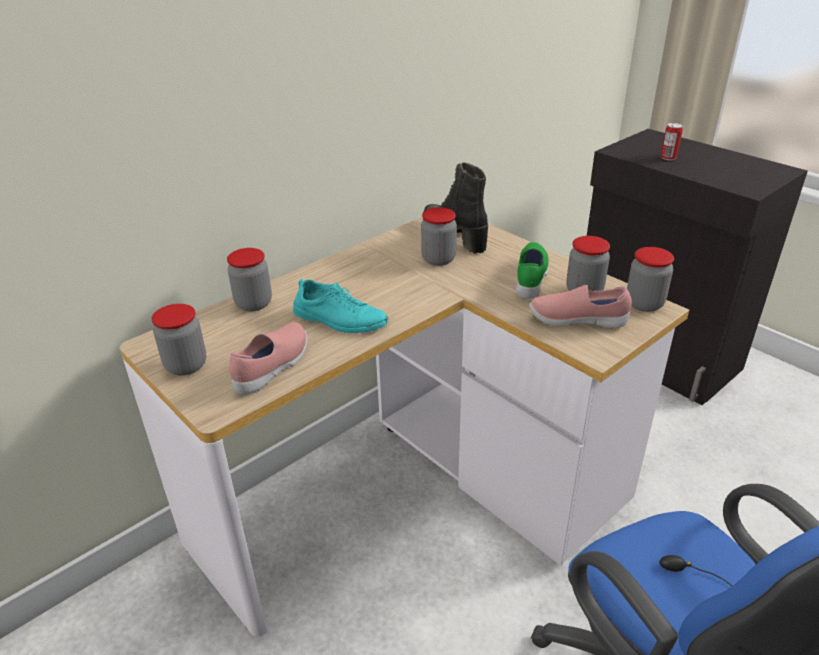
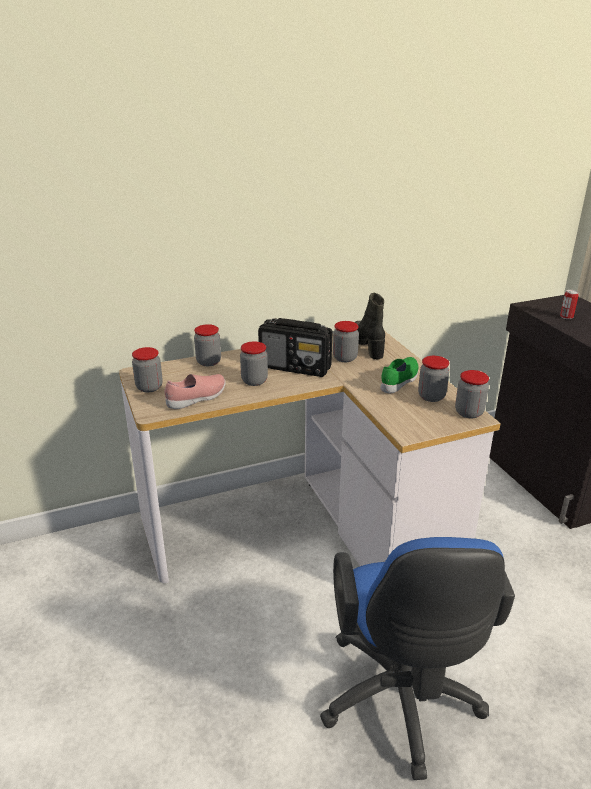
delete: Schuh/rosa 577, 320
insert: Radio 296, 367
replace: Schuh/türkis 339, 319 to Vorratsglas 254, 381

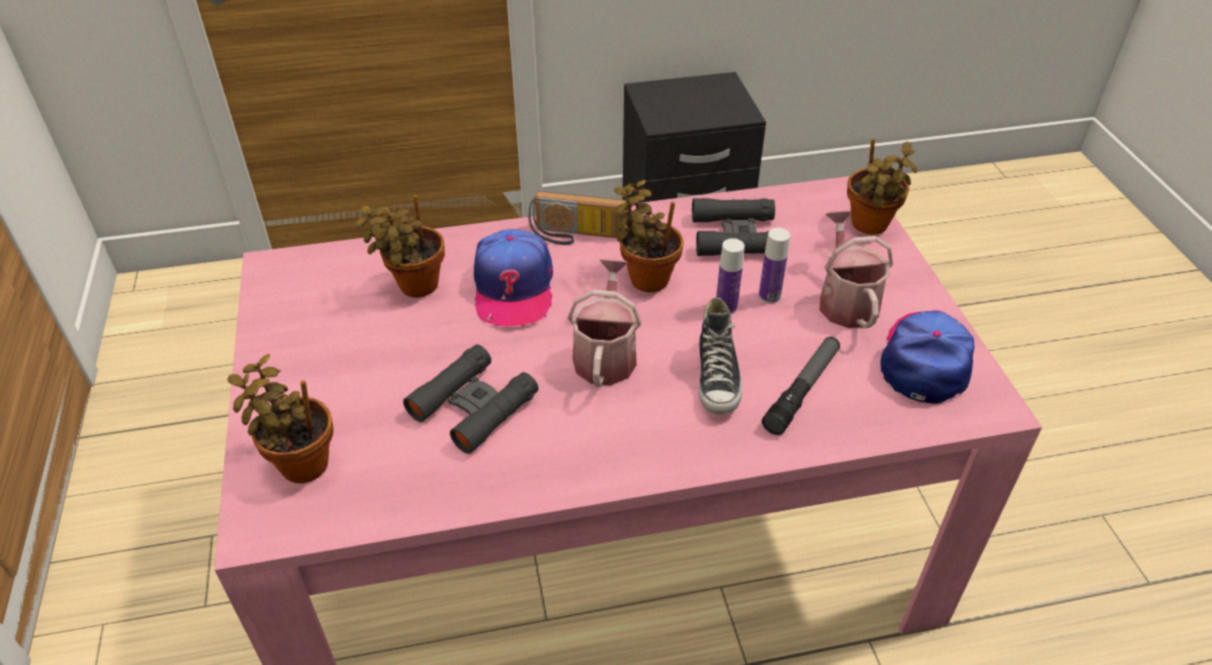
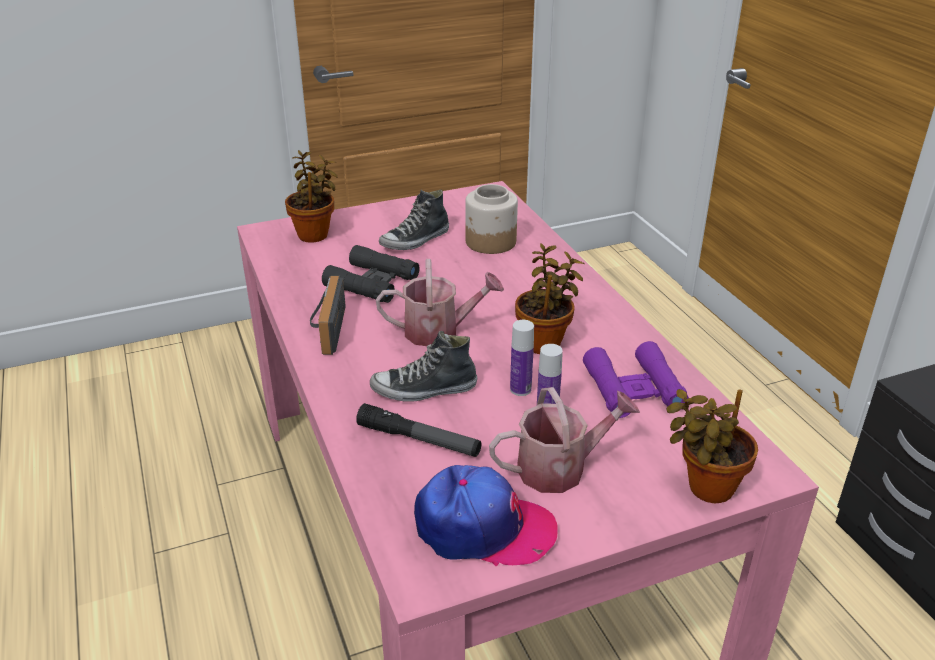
delete: Kappe 513, 288
insert: Schuh 415, 240
move: Radio 576, 236 to 325, 328
replace: Topfpflanze 414, 286 to Vorratsglas 490, 242
recolor: Fernglas/schwarz 734, 236 to Fernglas/lila 633, 389

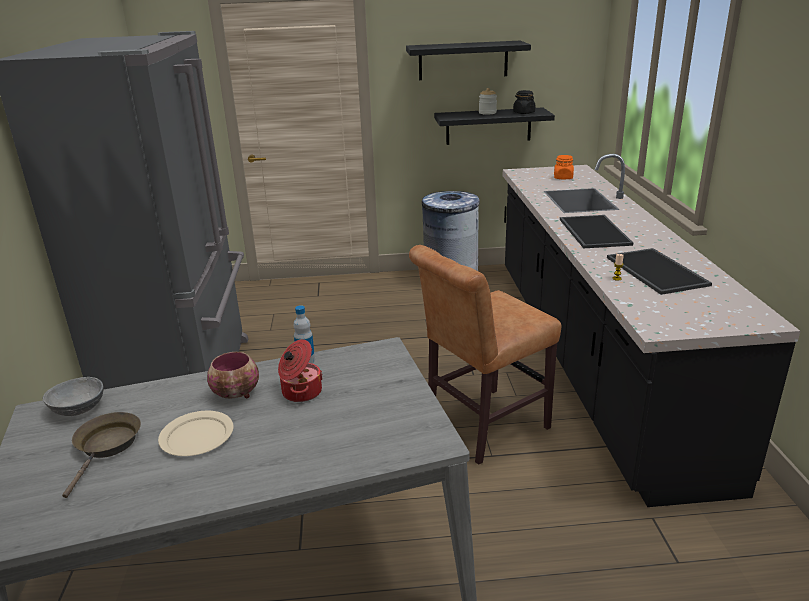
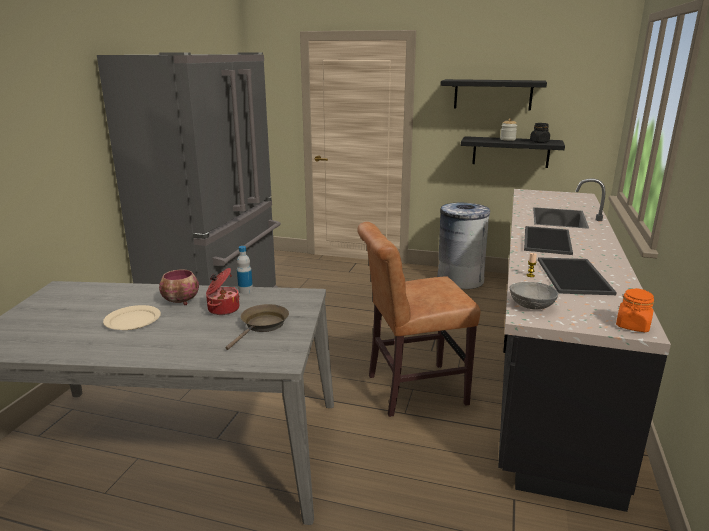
move: Pfanne/braun 107, 446 to 262, 326; Schüssel/grau 78, 408 to 532, 305; Vorratsglas/orange 563, 178 to 632, 326

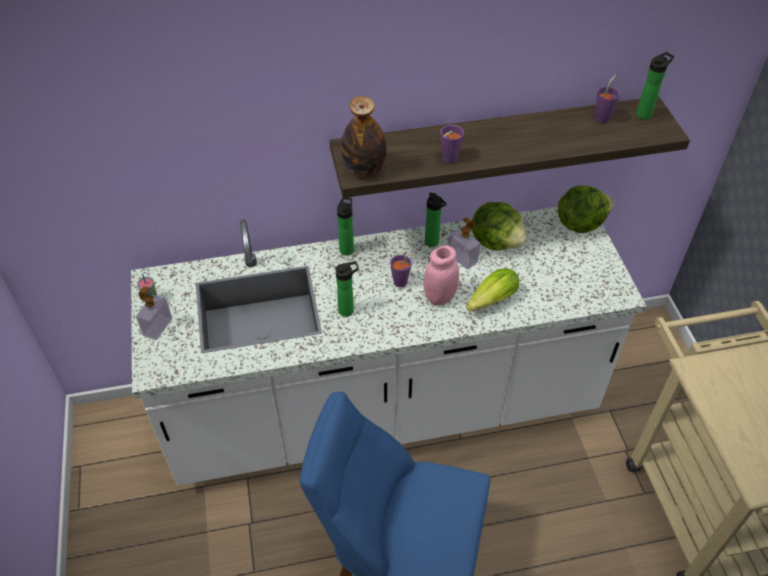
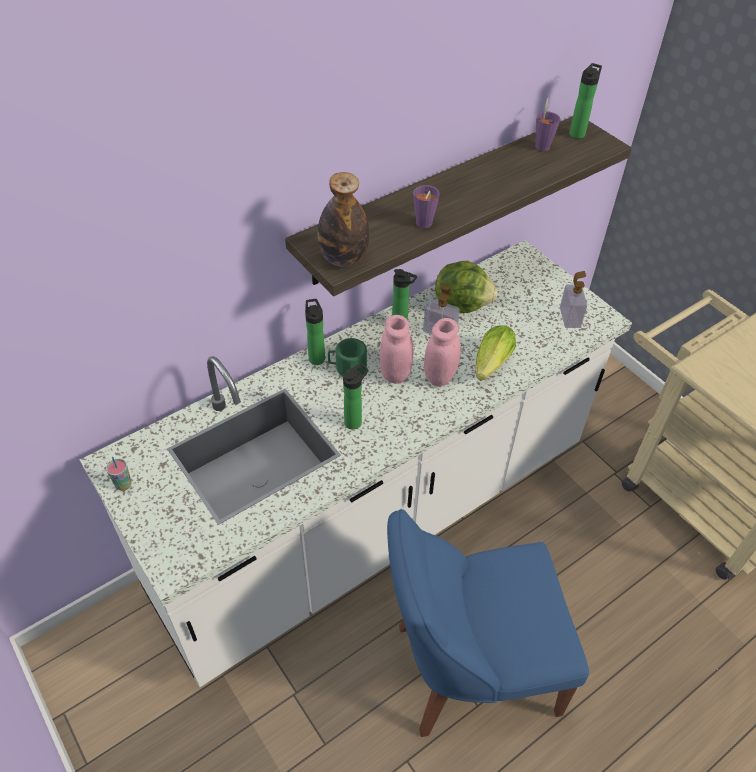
delete: Salatkopf 580, 223
insert: Henkelbecher/grün 347, 367
move: Seifenspender 158, 327 to 569, 317
replace: Tasse/lila 403, 282 to Vorratsglas/rosa 395, 373

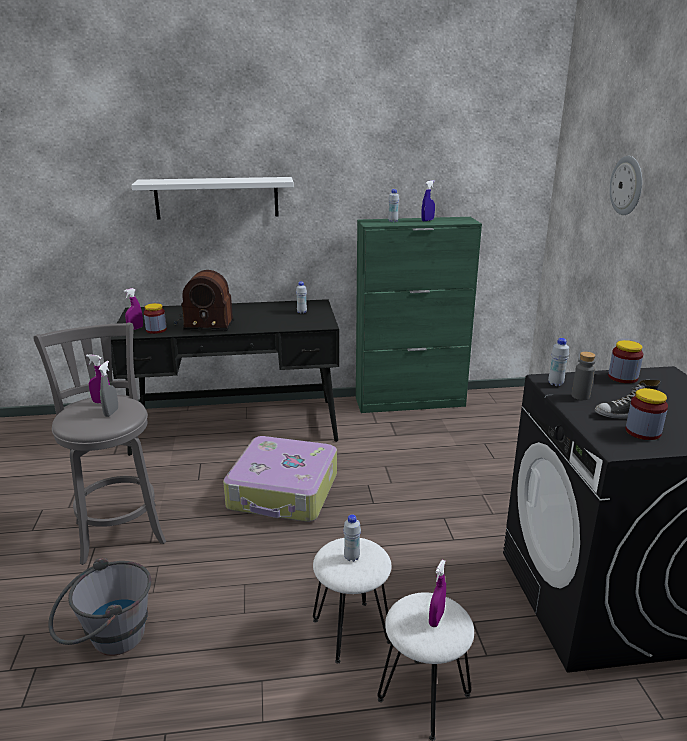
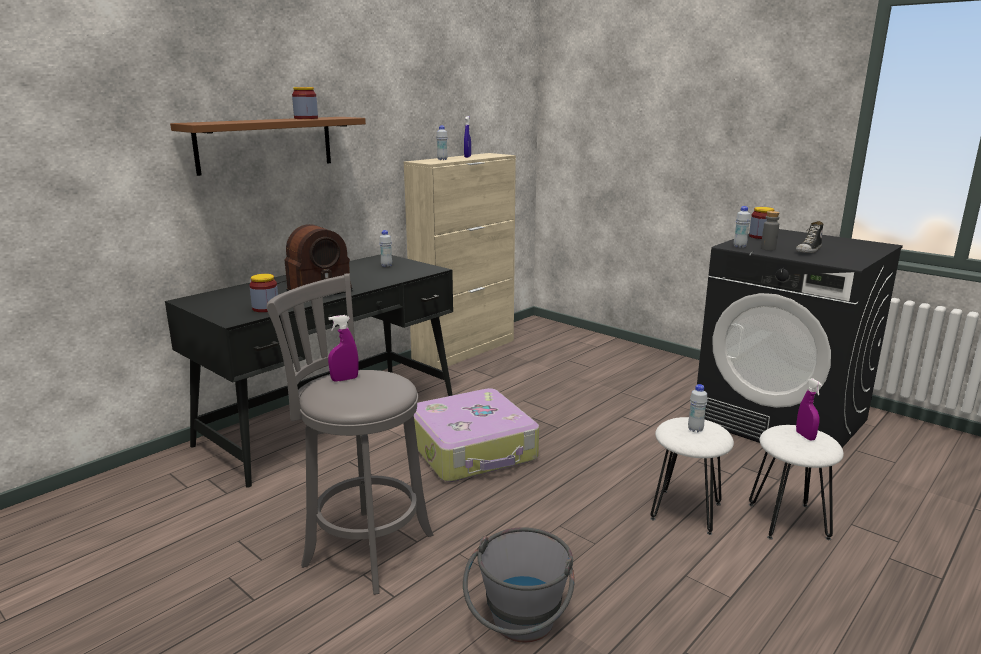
delete: Sprühflasche/grau 111, 412; Sprühflasche/lila 135, 328; Wanduhr 627, 185
move: Vorratsglas 643, 432 to 306, 118
recolor: Wandregal/weiß 217, 198 to Wandregal/braun 265, 144; Schrank/grün 410, 402 to Schrank/beige 465, 350

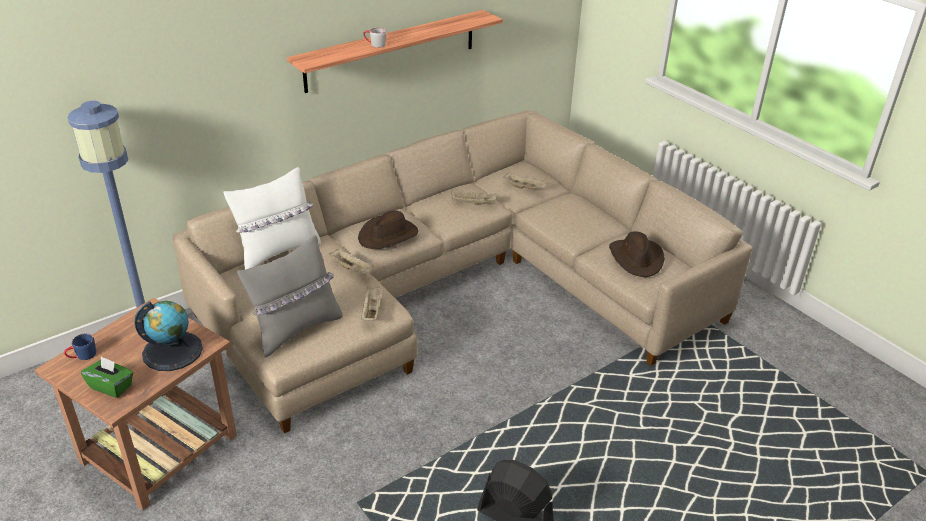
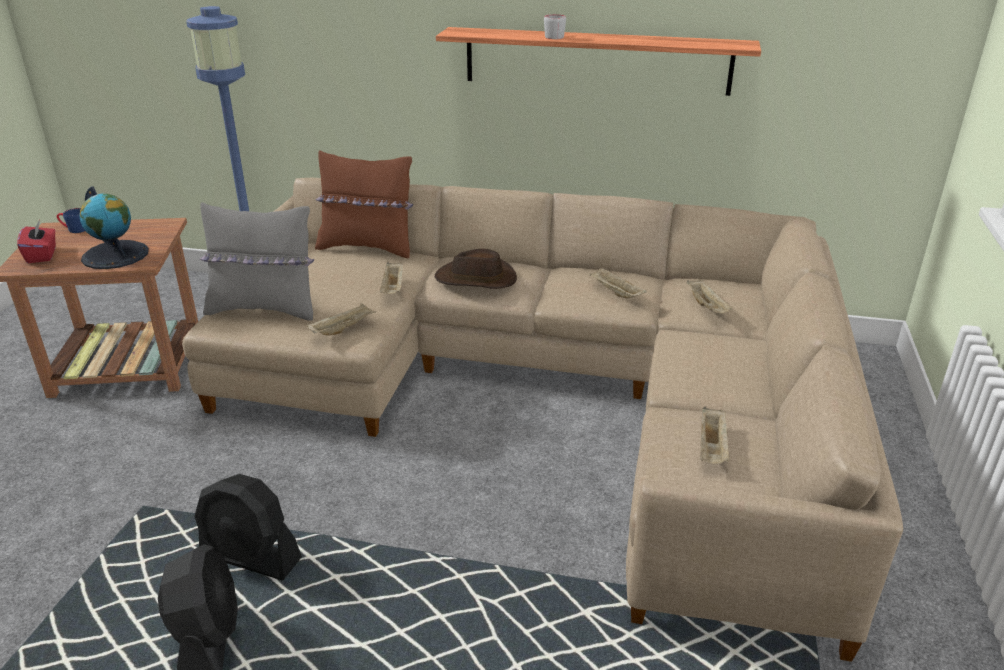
insert: Ventilator/schwarz 251, 557
replace: Hut/braun 636, 258 to Tablett/beige 712, 448
recolor: Taschentuchbox/grün 111, 386 to Taschentuchbox/rot 42, 255; Kissen/weiß 278, 252 to Kissen/braun 367, 247

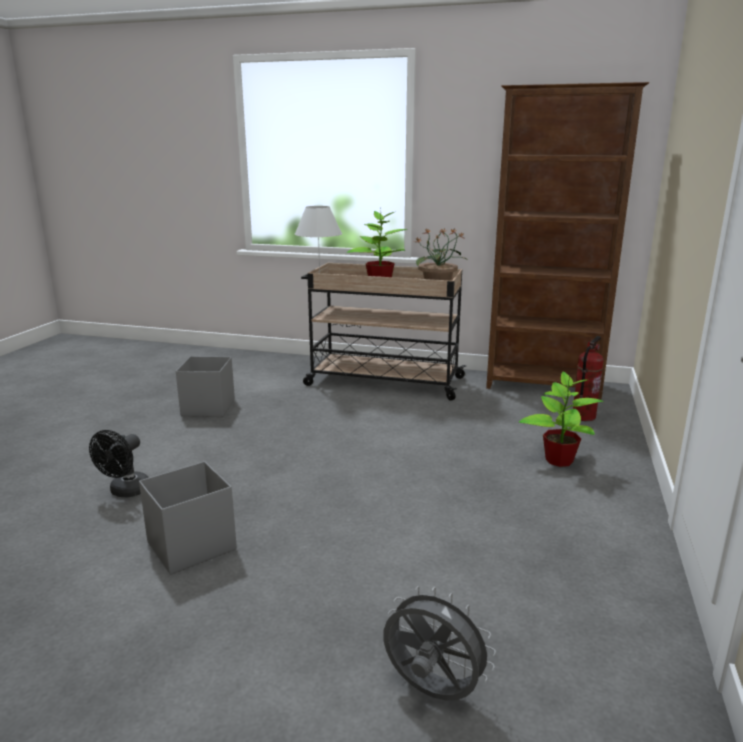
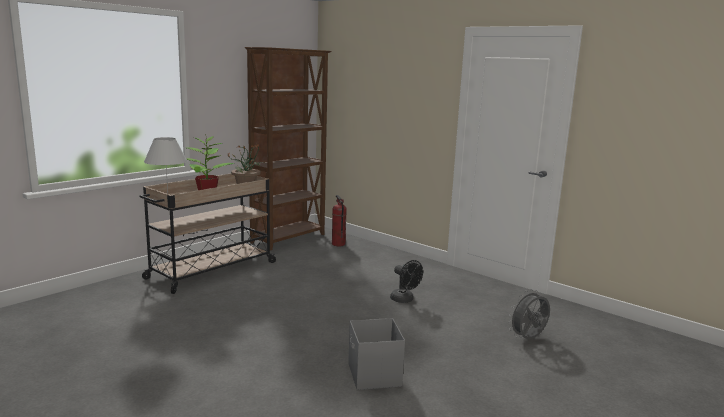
delete: Aufbewahrungsbox/grau 207, 408; Topfpflanze 558, 460
move: Ventilator/schwarz 126, 492 to 404, 300

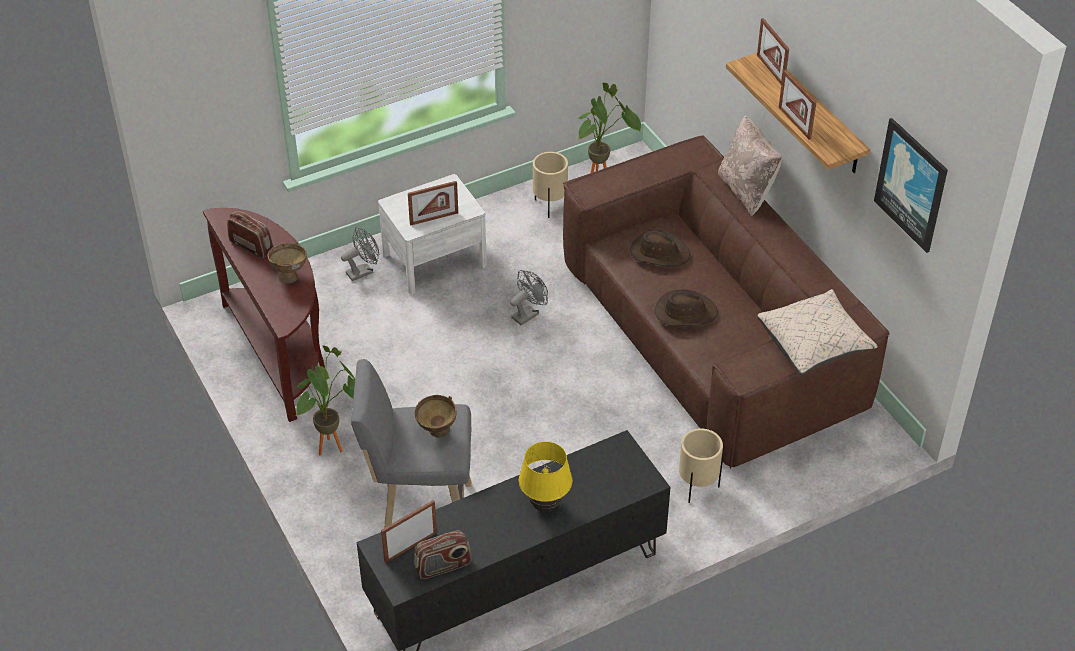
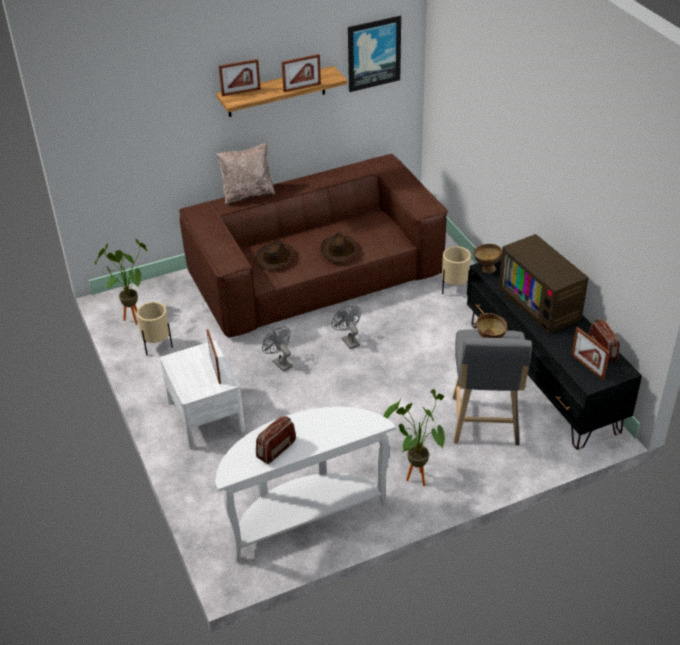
delete: Kissen/beige 814, 344
move: Ventilator/grau 363, 271 to 348, 340; Schüssel/braun 290, 275 to 485, 269
replace: Tischlampe/gelb 545, 506 to Fernseher 542, 303
recolor: Konsolentisch/braun 280, 353 to Konsolentisch/weiß 304, 516

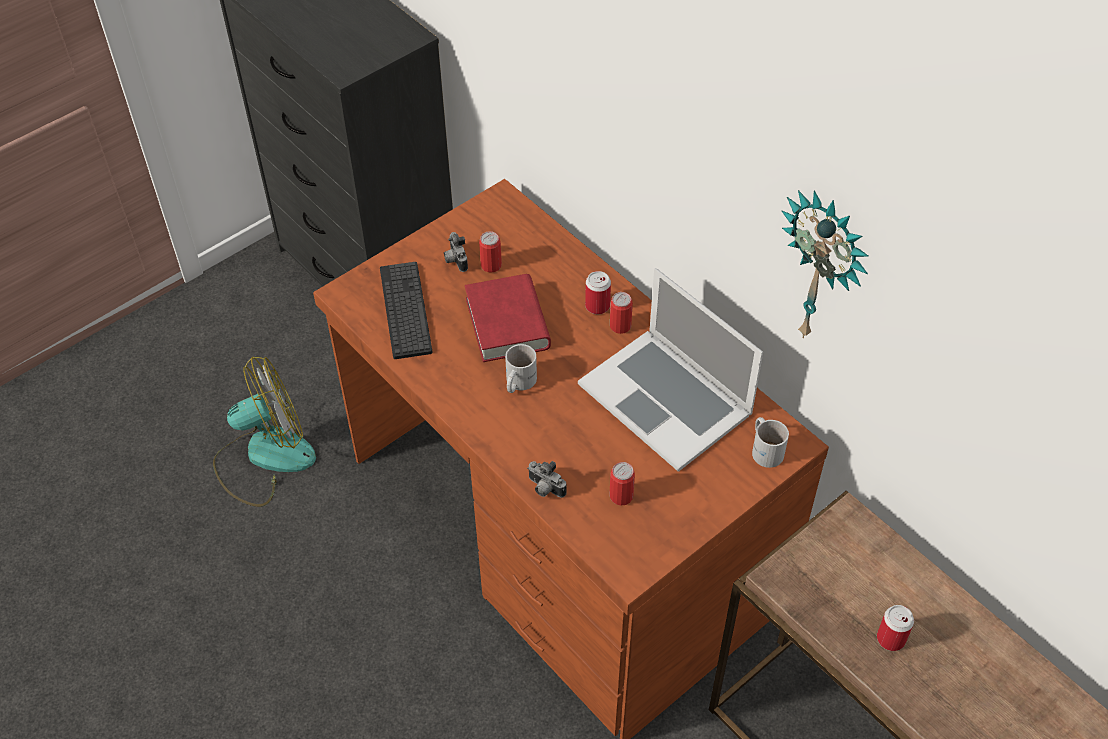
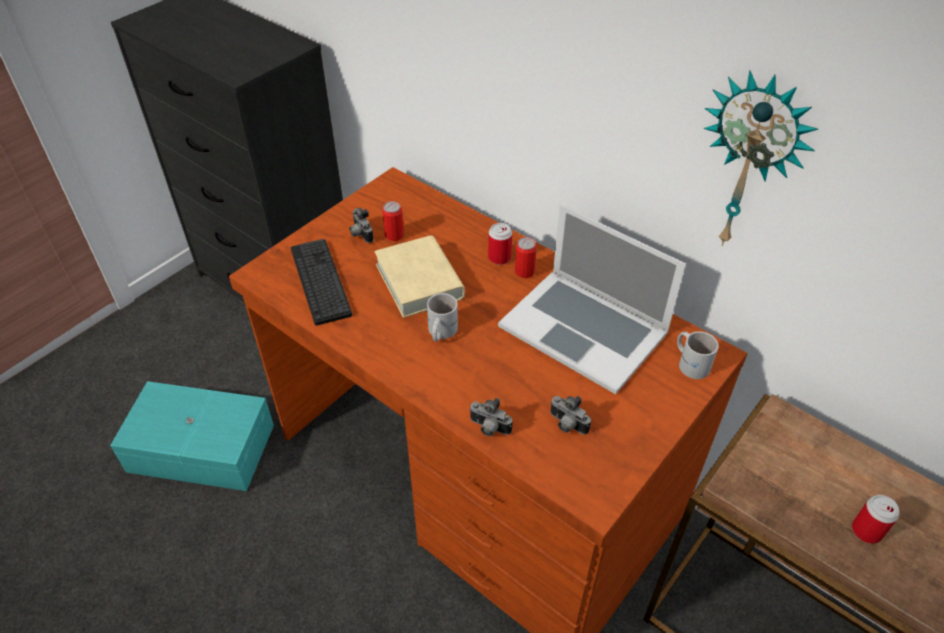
replace: Ventilator 264, 457 to Aufbewahrungsbox/türkis 201, 446; Dose 621, 496 to Kamera 566, 425
recolor: Buch/rot 507, 323 to Buch/beige 419, 281

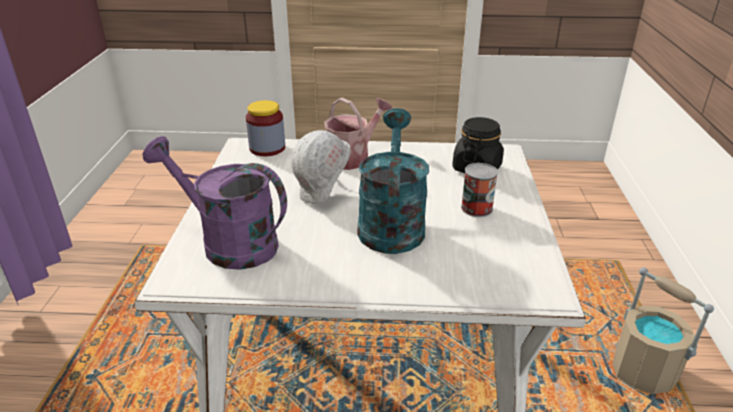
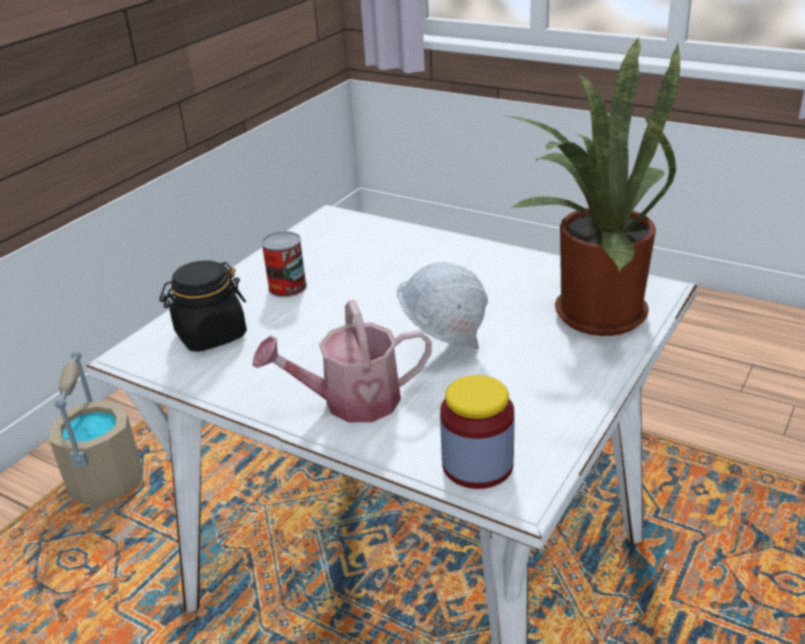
delete: Gießkanne/türkis 391, 223
replace: Gießkanne/lila 228, 243 to Topfpflanze 591, 312

